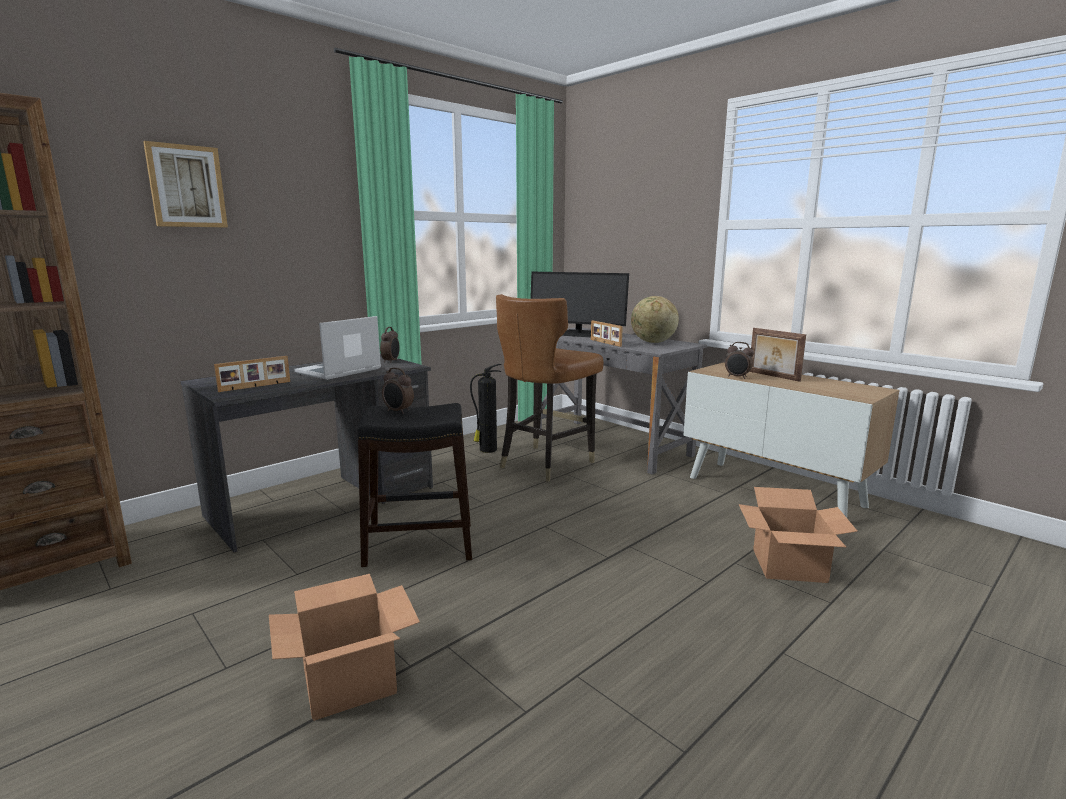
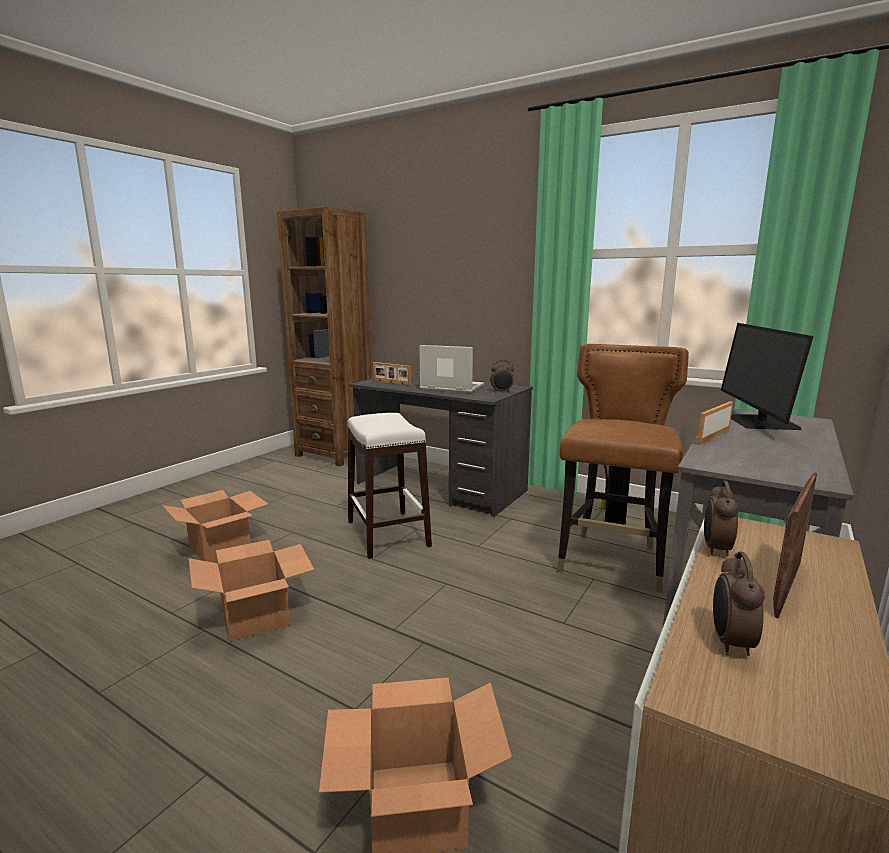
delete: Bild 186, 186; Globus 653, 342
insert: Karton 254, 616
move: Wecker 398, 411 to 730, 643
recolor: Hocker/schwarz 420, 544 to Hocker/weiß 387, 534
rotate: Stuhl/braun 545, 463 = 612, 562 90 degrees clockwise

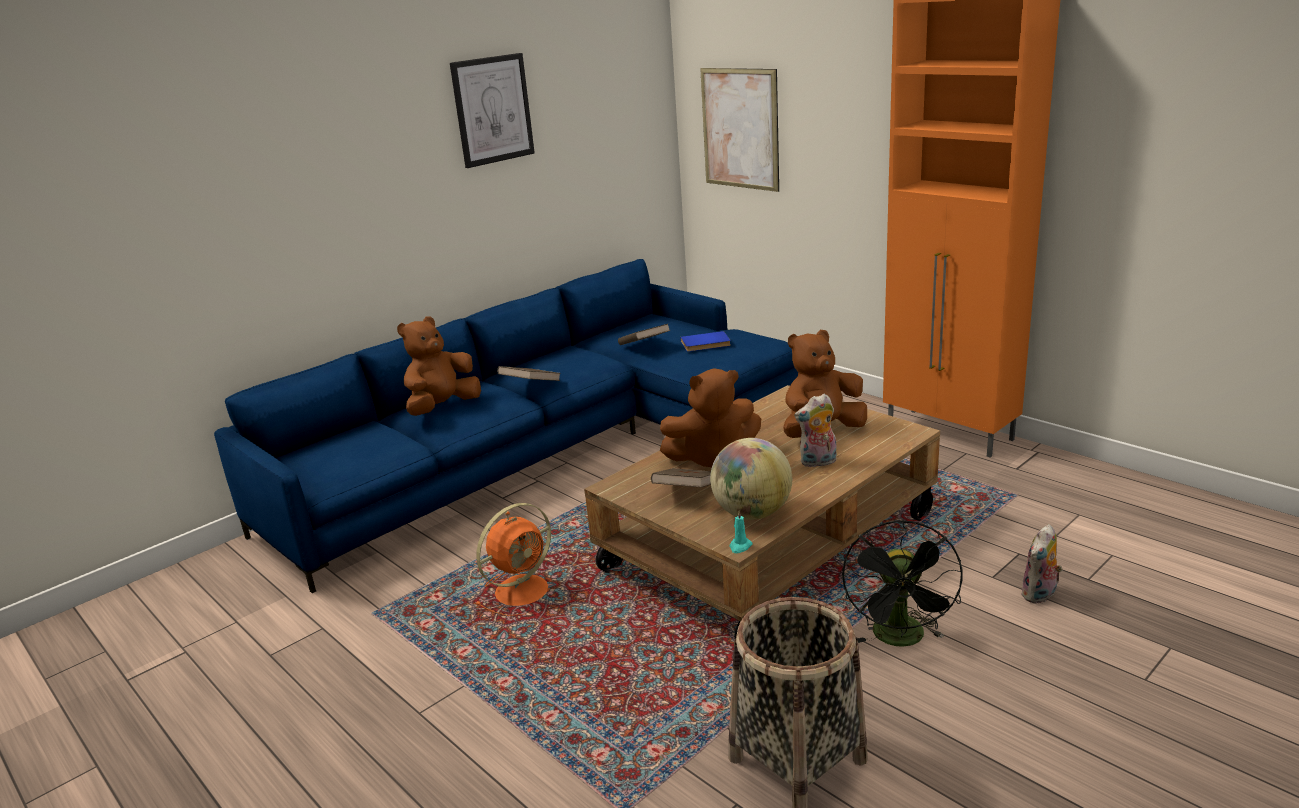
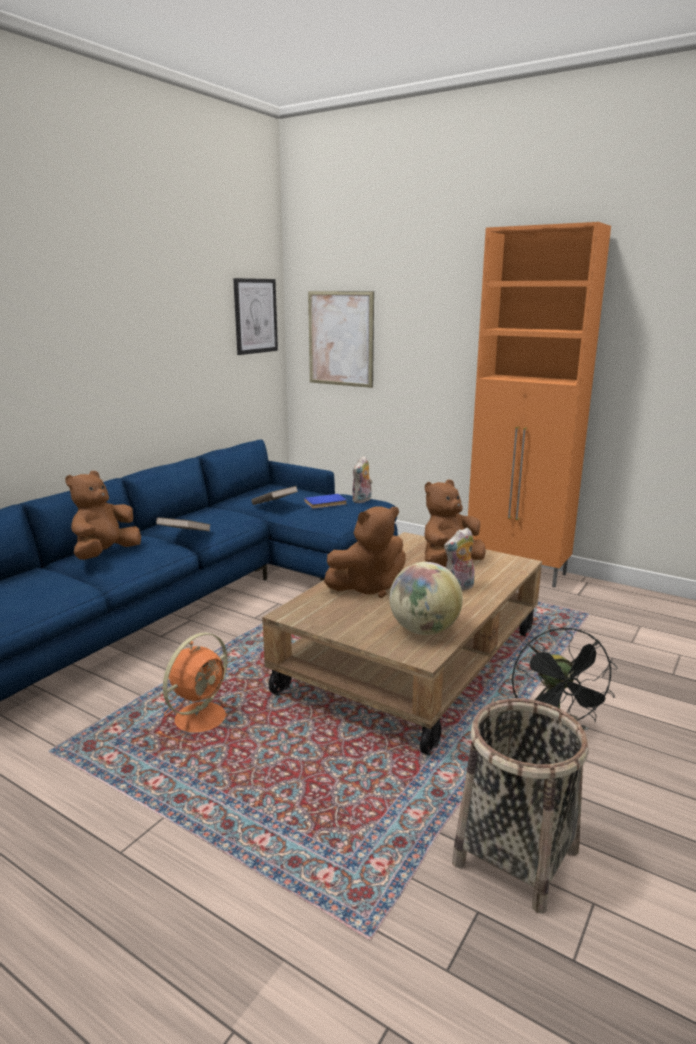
delete: Buch/braun 686, 493; Kerze/türkis 740, 546
move: Bild 492, 110 to 255, 316; Plüschtier 1040, 595 to 362, 500

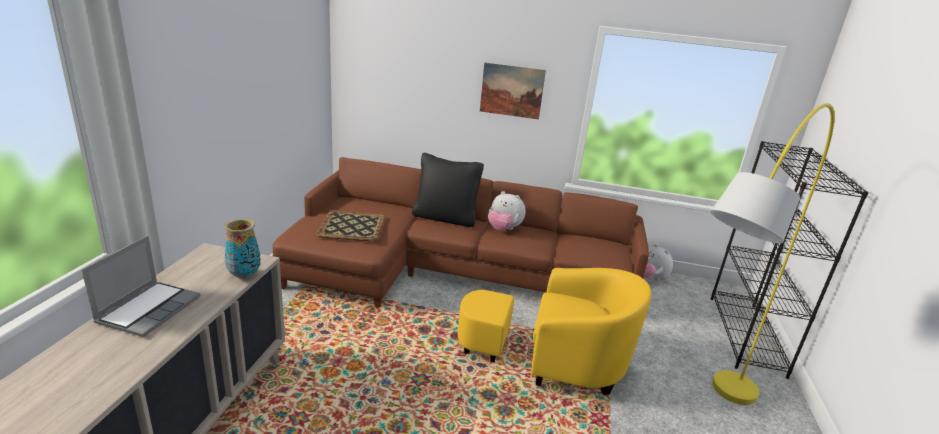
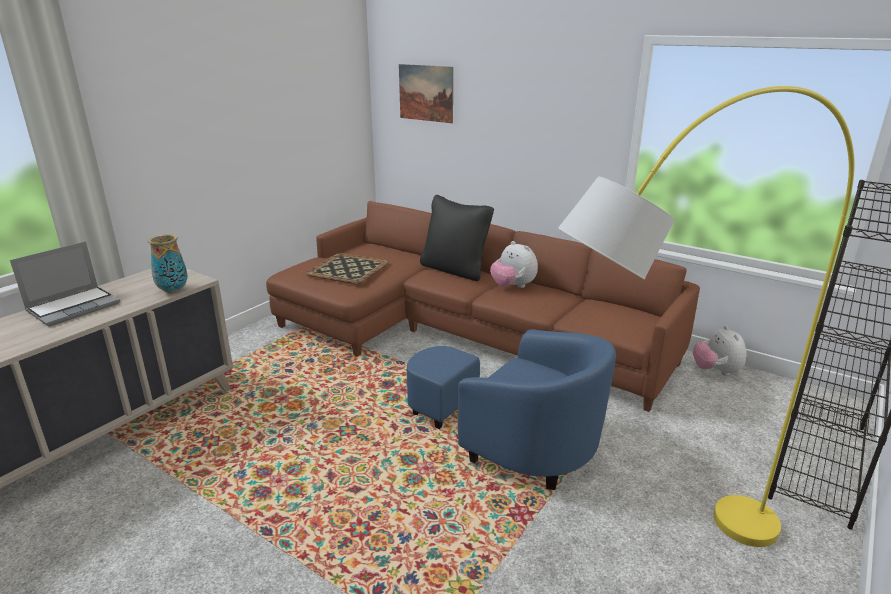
move: Bild 512, 91 to 426, 93
recolor: Sessel/gelb 552, 361 to Sessel/blau 510, 441

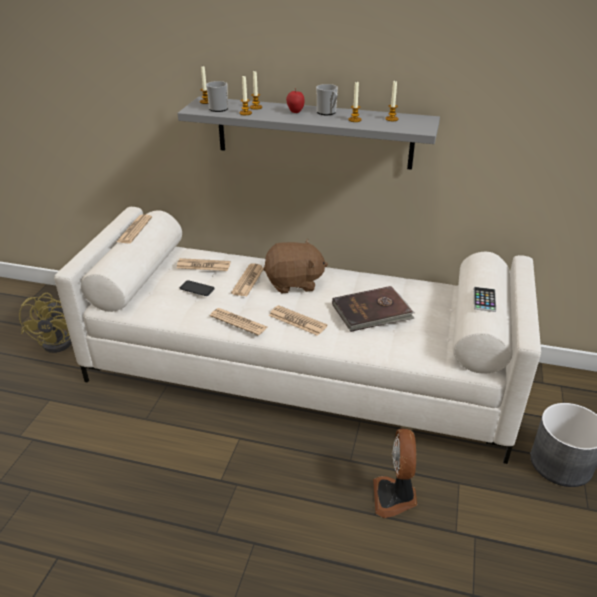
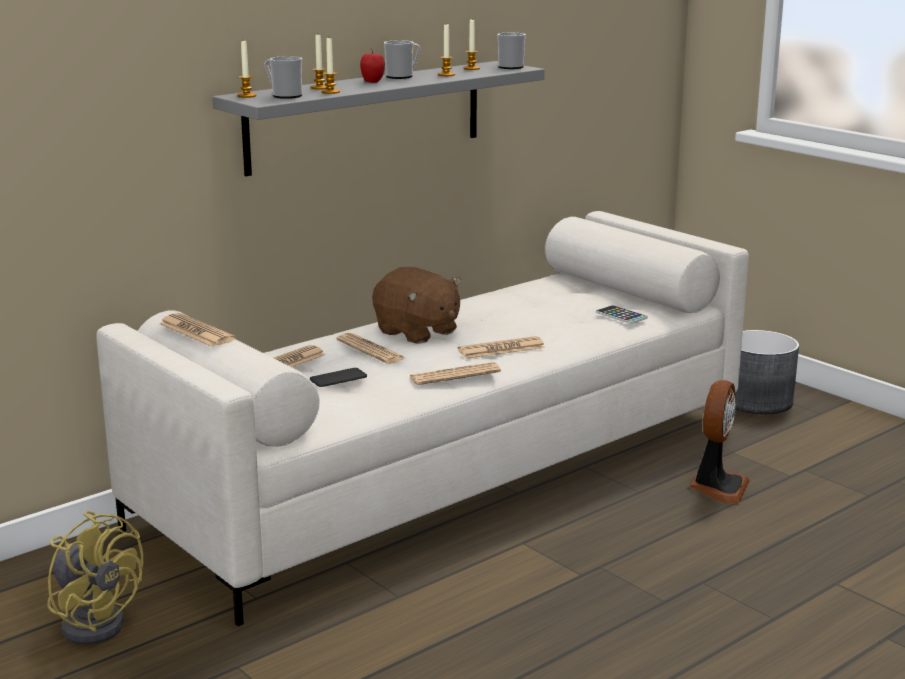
delete: Buch/braun 372, 312
insert: Henkelbecher 511, 66
move: Handy 484, 300 to 621, 315
rotate: Plüschtier/braun 294, 283 = 417, 332 105 degrees clockwise; Ventilator 395, 497 = 717, 487 105 degrees counterclockwise

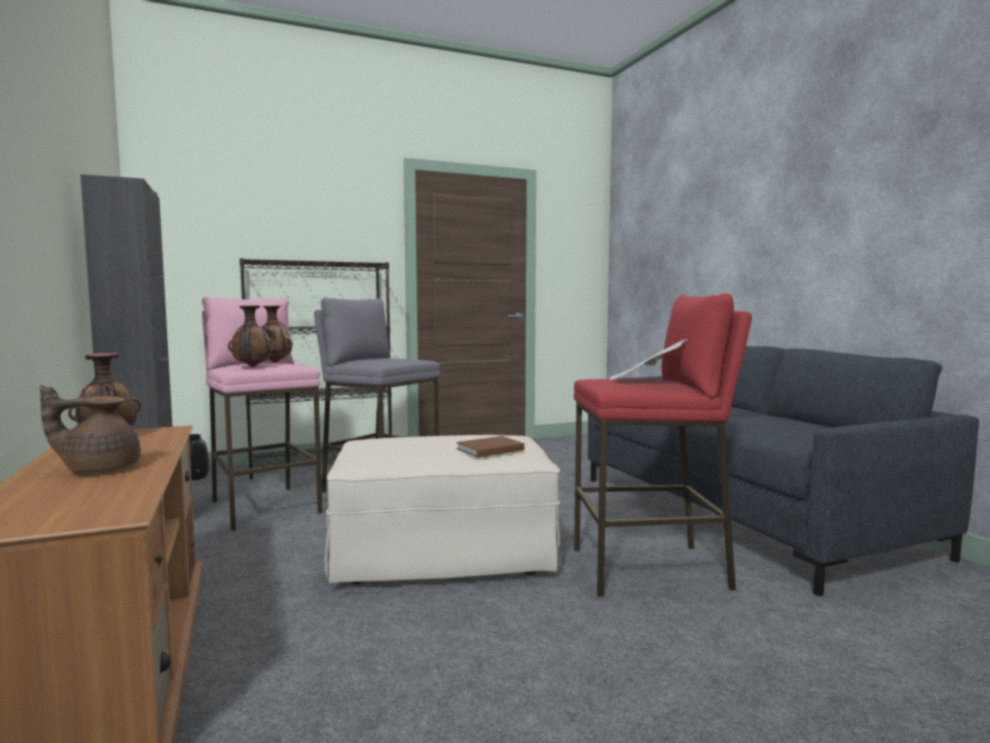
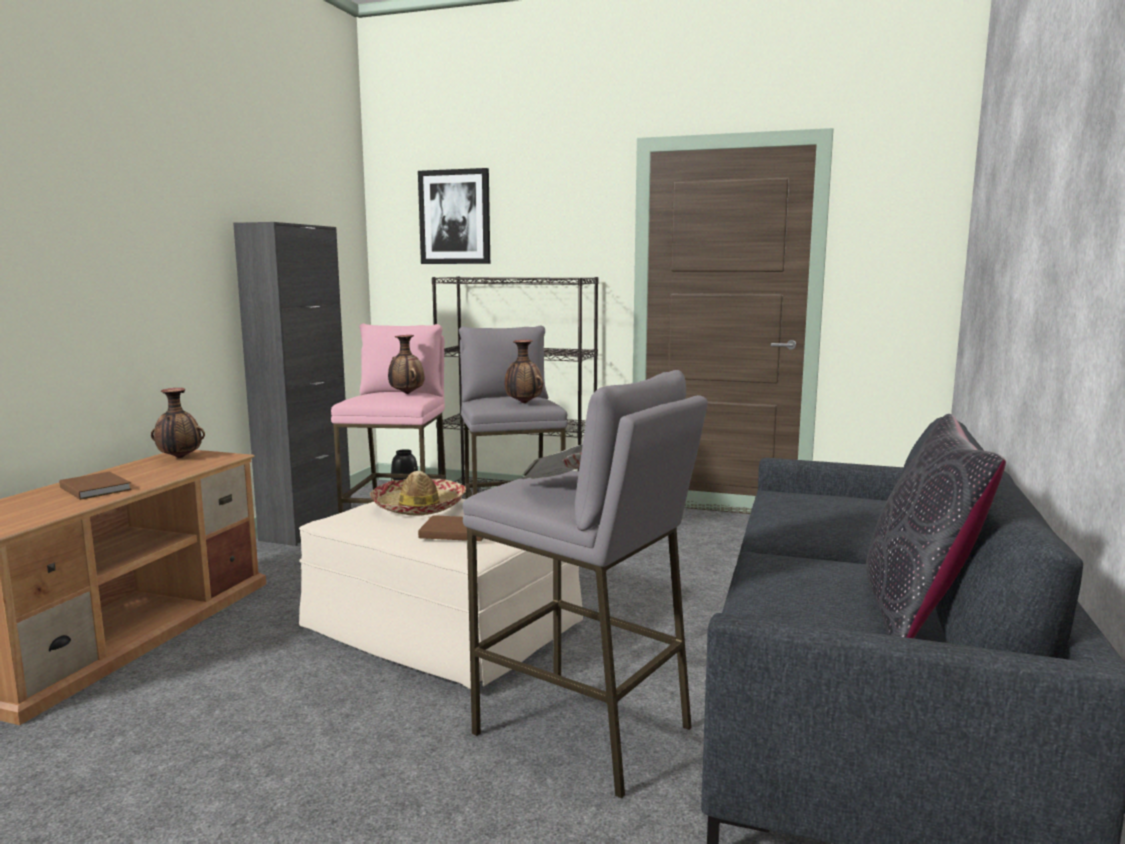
insert: Hut 419, 507; Bild 455, 217; Kissen/schwarz 917, 610
move: Vase 252, 366 to 523, 403
replace: Teekanne/braun 99, 469 to Buch/braun 96, 488
recolor: Hocker/rot 650, 569 to Hocker/grau 583, 731

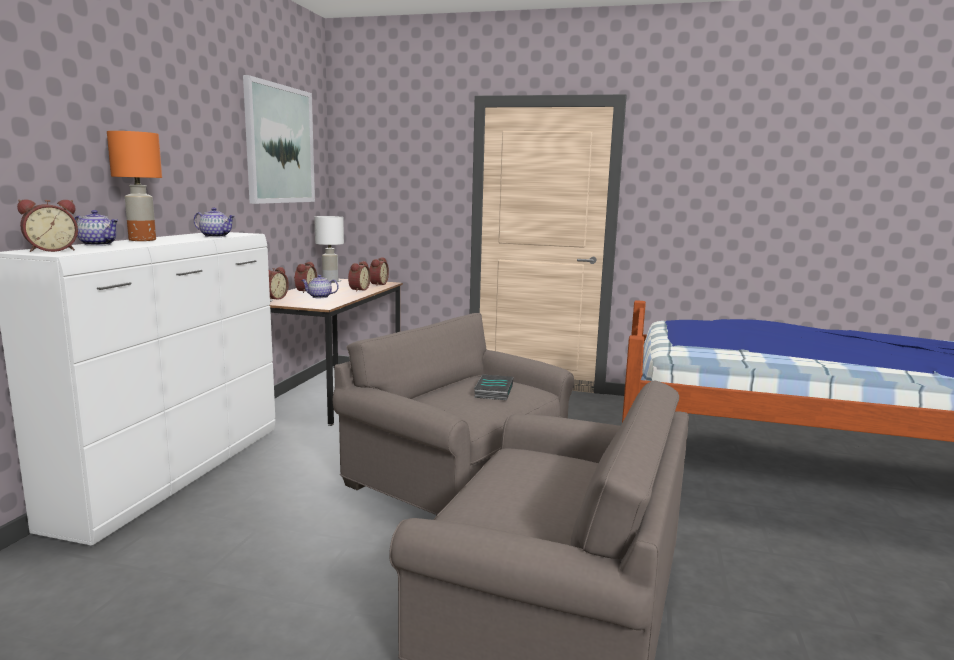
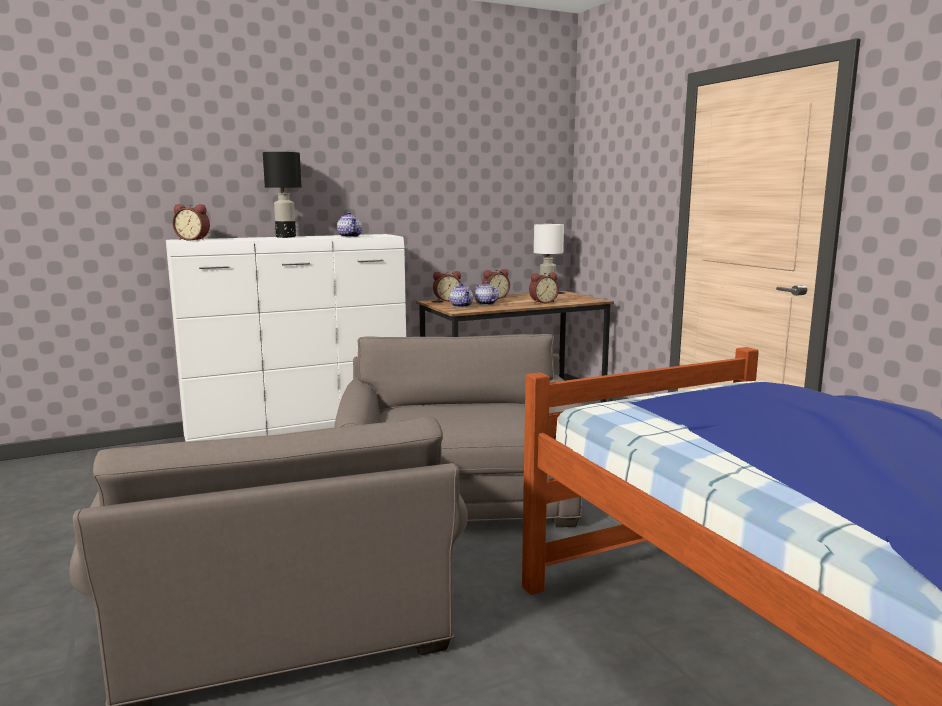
delete: Bild 280, 144; Wecker 377, 284; Buch 493, 391
move: Teekanne 99, 244 to 462, 306
recolor: Tischlampe/orange 141, 240 to Tischlampe/schwarz 285, 237

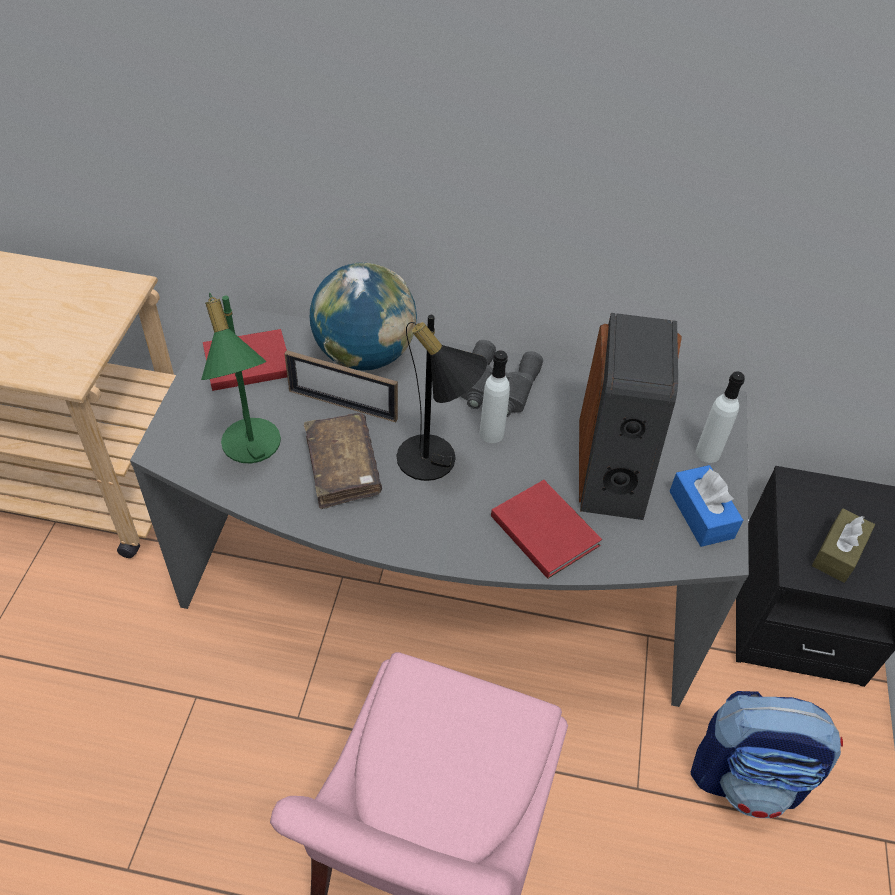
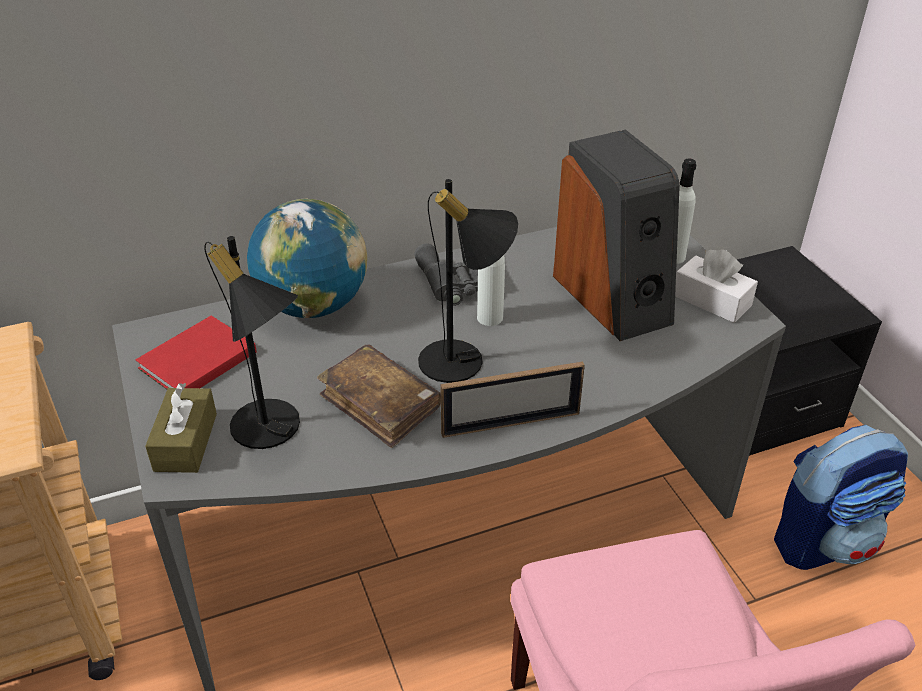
delete: Buch/rot 544, 528
move: Taschentuchbox/braun 838, 553 to 186, 442; Bilderrahmen 342, 405 to 511, 423
recolor: Tischlampe/grün 250, 450 to Tischlampe/schwarz 272, 432; Taschentuchbox/blau 701, 514 to Taschentuchbox/weiß 711, 300

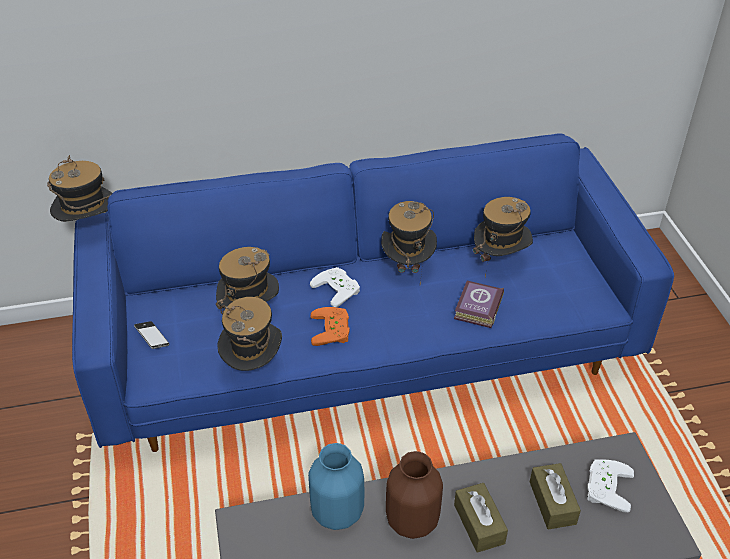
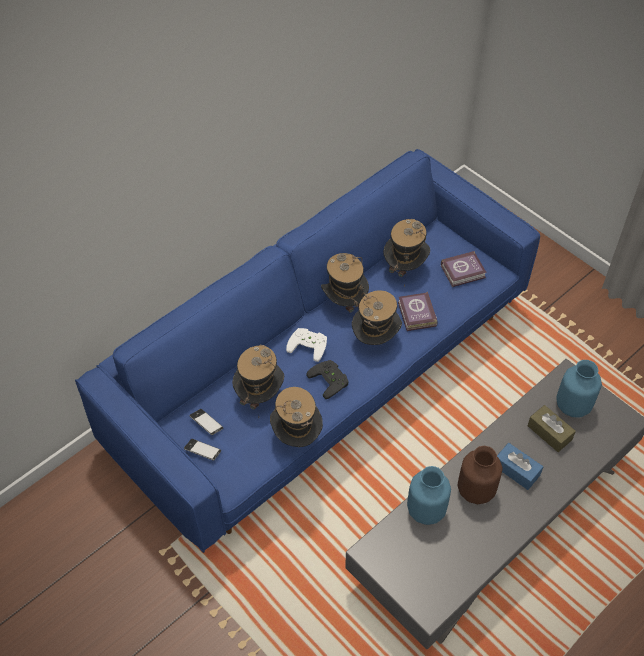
insert: Handy 206, 423; Buch 464, 272
move: Hut 89, 229 to 375, 340
replace: Gamepad/weiß 605, 486 to Vase/blau 572, 405
recolor: Gamepad/orange 333, 330 to Gamepad/schwarz 331, 380; Taschentuchbox/braun 479, 524 to Taschentuchbox/blau 516, 470

